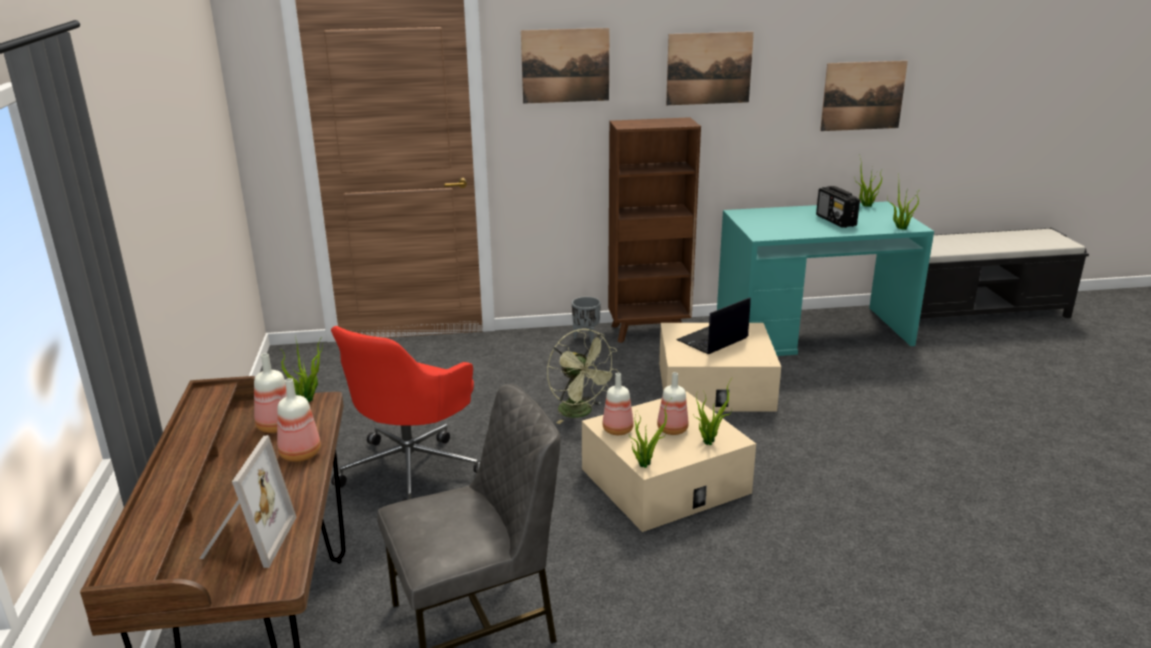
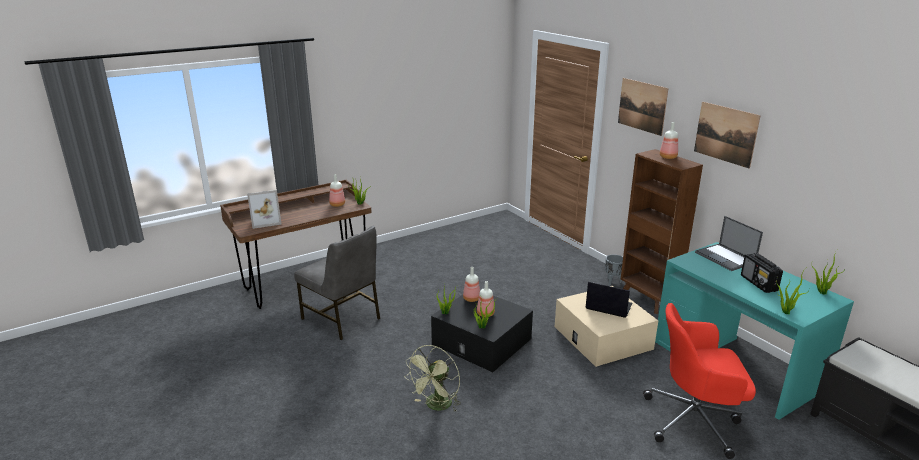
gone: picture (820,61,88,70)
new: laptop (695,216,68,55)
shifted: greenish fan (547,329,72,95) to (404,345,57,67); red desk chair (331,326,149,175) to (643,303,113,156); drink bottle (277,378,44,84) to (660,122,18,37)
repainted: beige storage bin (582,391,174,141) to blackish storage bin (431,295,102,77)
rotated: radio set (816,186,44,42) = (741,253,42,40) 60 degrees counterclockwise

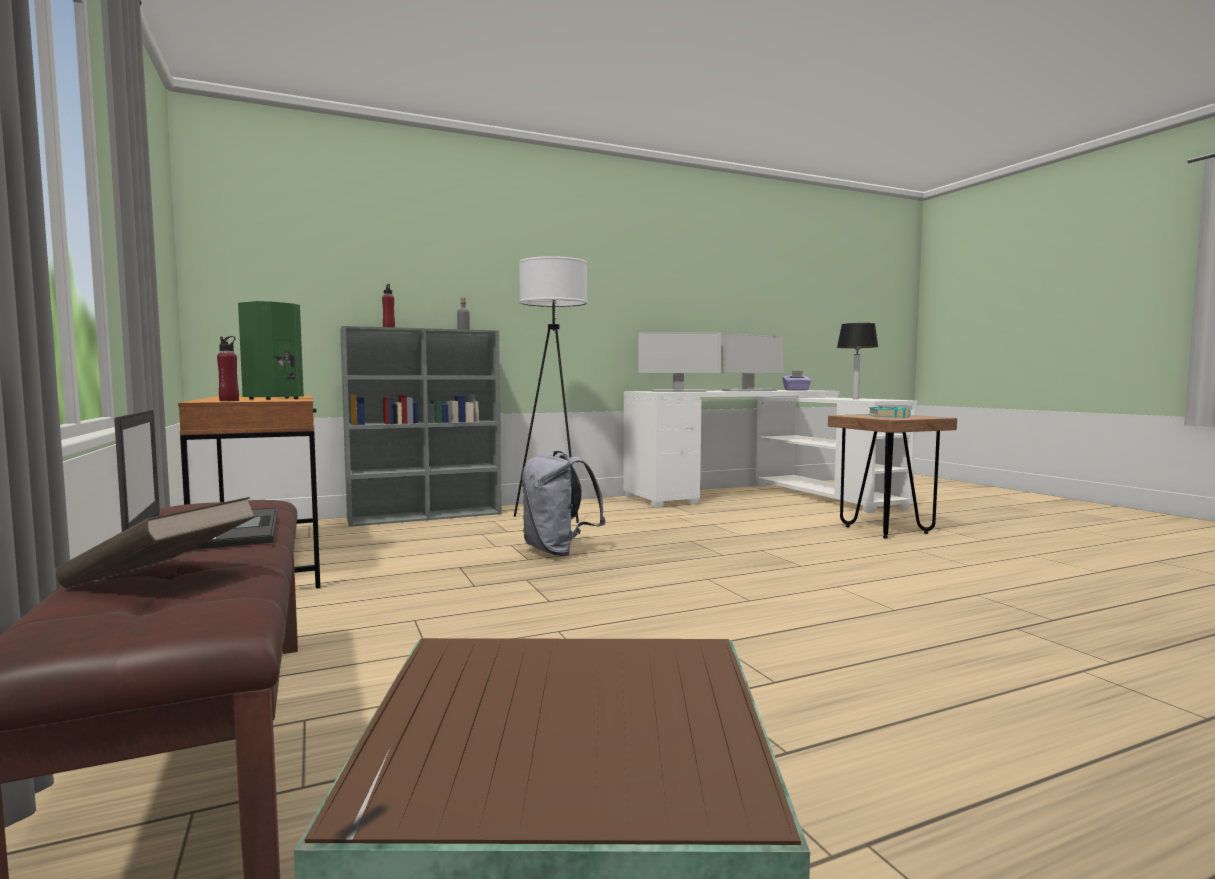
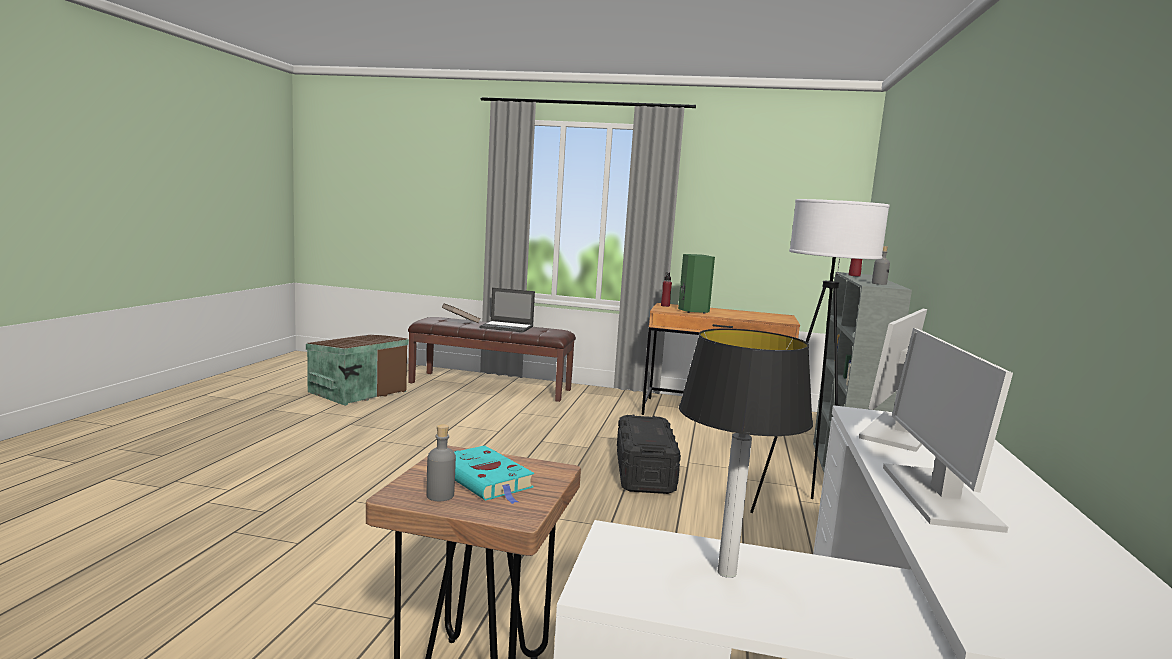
gone: purplish tissue box (782,371,29,20)
new: gray drink bottle (426,424,30,77)
swapped: gray knapsack (521,451,85,105) to blackish storage bin (617,414,64,80)

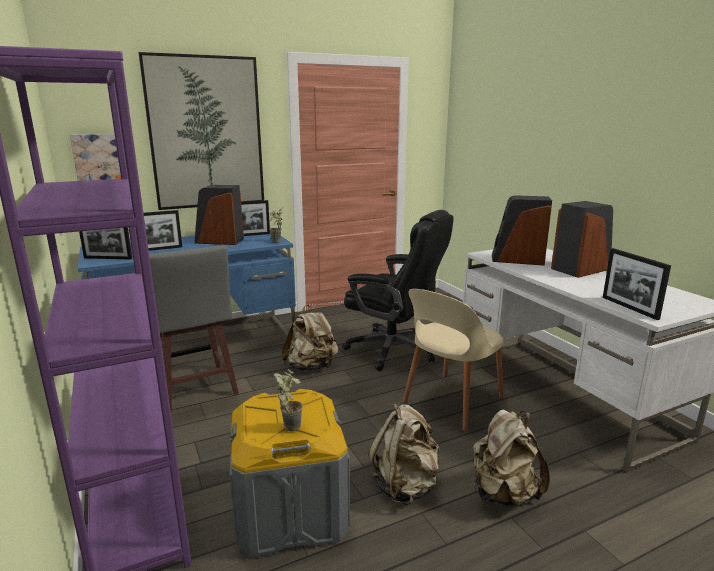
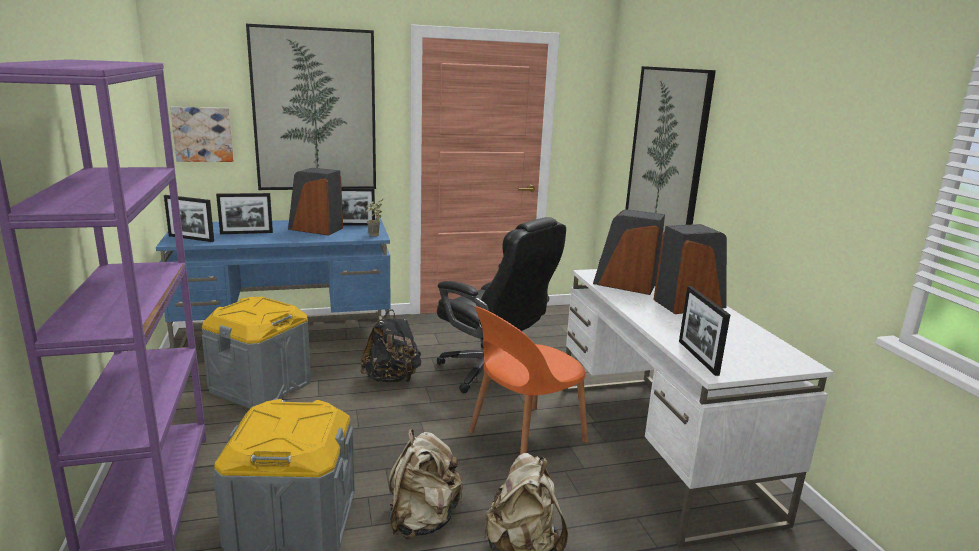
gone: houseplant (274,369,29,62)
new: picture (626,66,90,167)
swapped: gray stool seat (149,245,90,167) to gray storage bin (202,297,109,112)
repainted: beige knapsack (282,305,57,66) to blackish knapsack (360,309,62,74); beige upright chair (402,289,102,142) to orange-coloured upright chair (469,306,119,149)

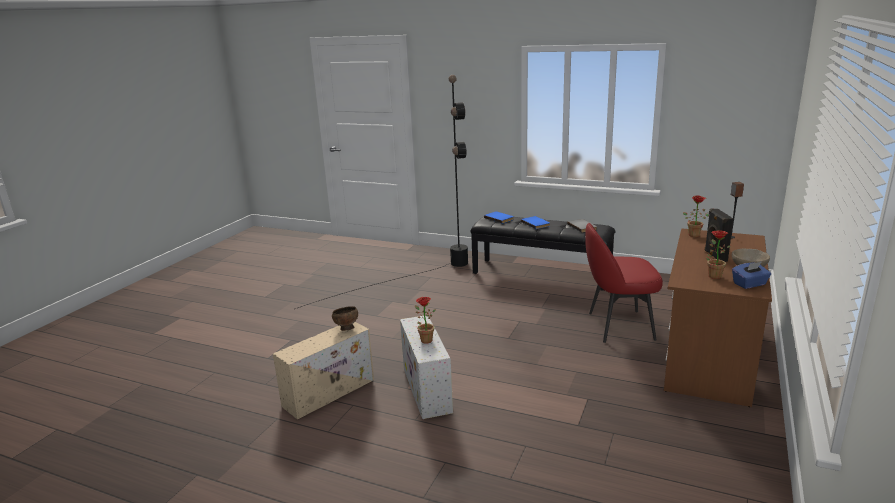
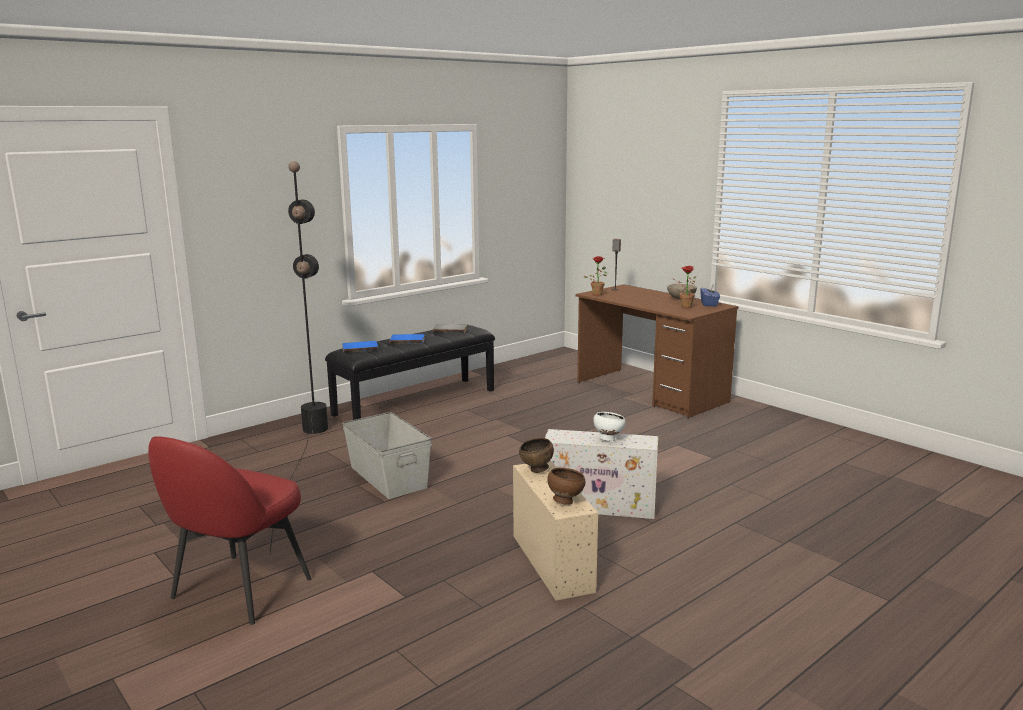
gone: blackish loudspeaker (705,208,28,54)
new: gray storage bin (342,412,90,87); brown-coloured bowl (547,467,38,38)
shifted: red upright chair (585,223,78,120) to (148,436,163,189)
swapped: houseplant (415,297,21,47) to white bowl (593,412,33,29)

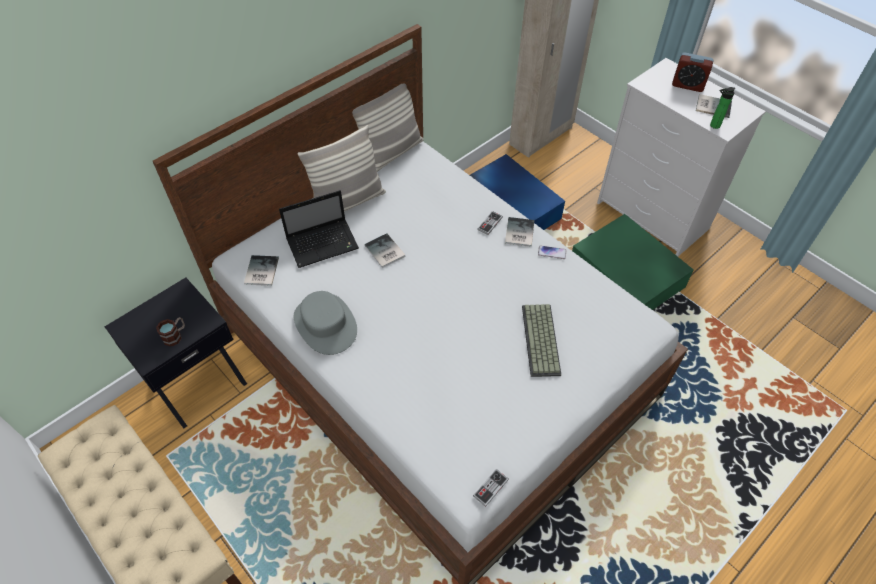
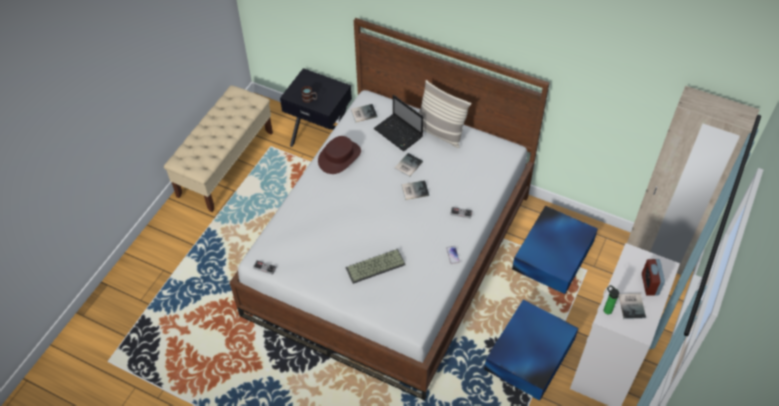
gone: cushion (352,83,72,89)
shifted: book (505,217,29,30) to (401,180,28,20)
repainted: gray clothing hat (294,291,63,64) to brown-coloured clothing hat (318,136,43,38); greenish storage bin (572,214,122,96) to blue-coloured storage bin (484,300,95,101)

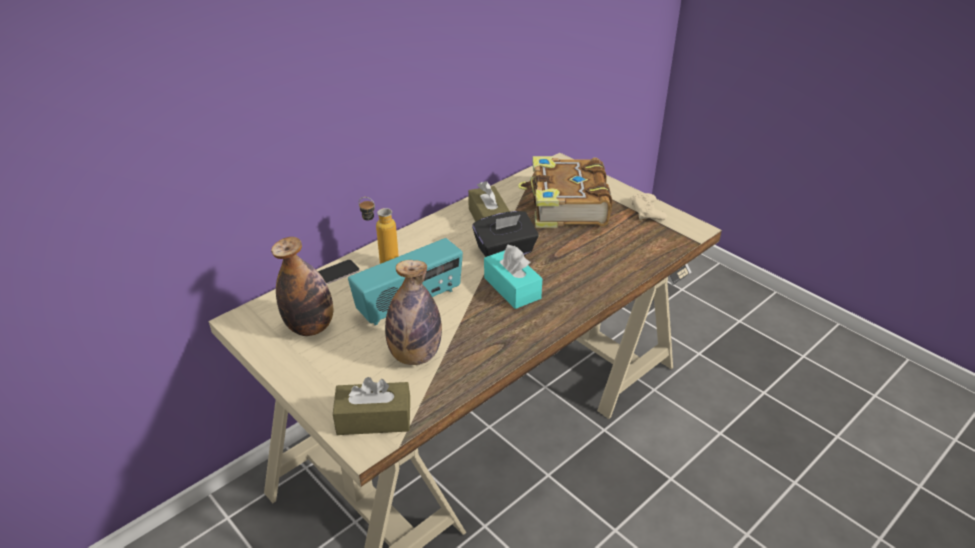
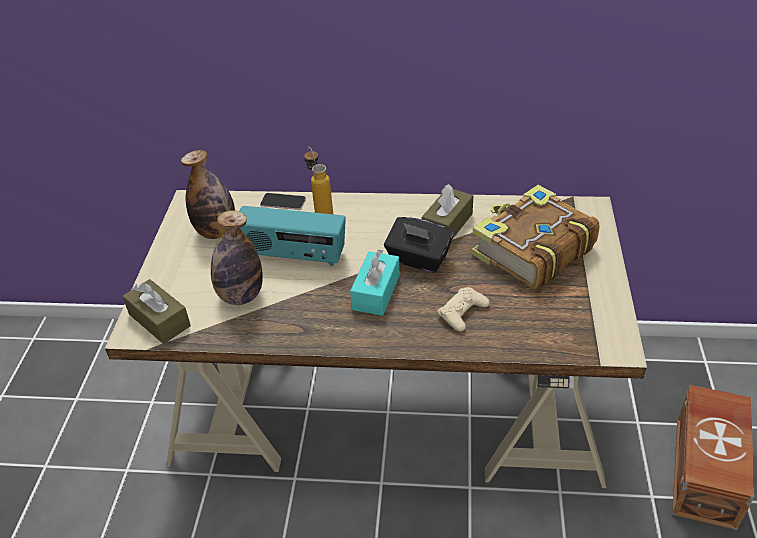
new: brown-coloured storage bin (672,385,82,145)
shifted: beige game controller (630,192,37,28) to (437,287,53,45)

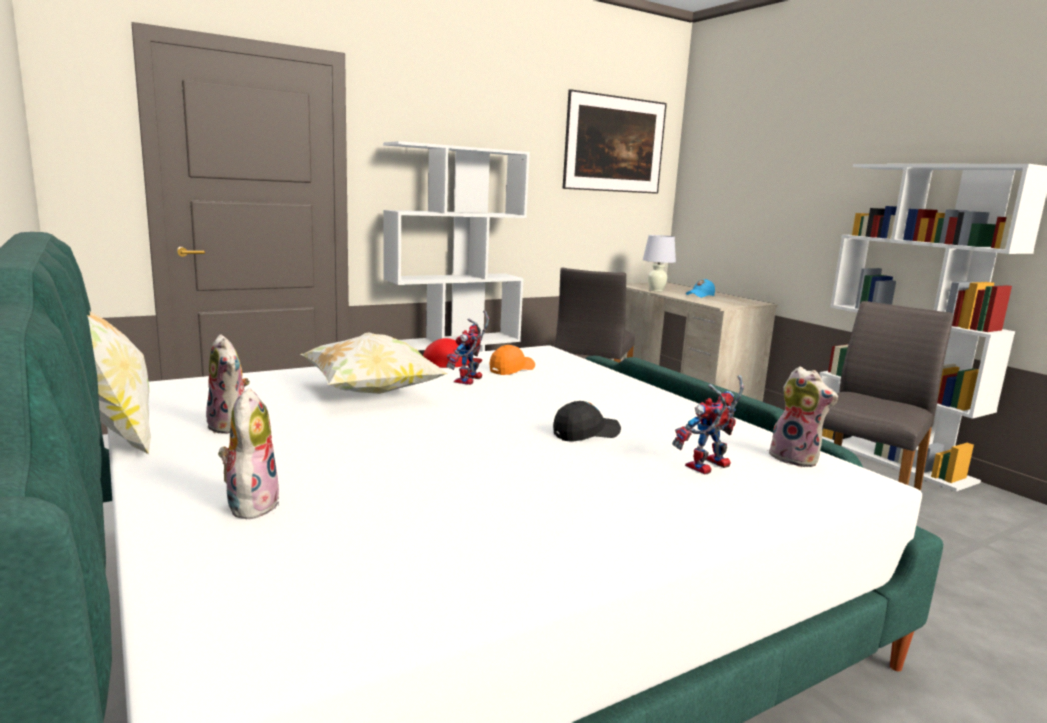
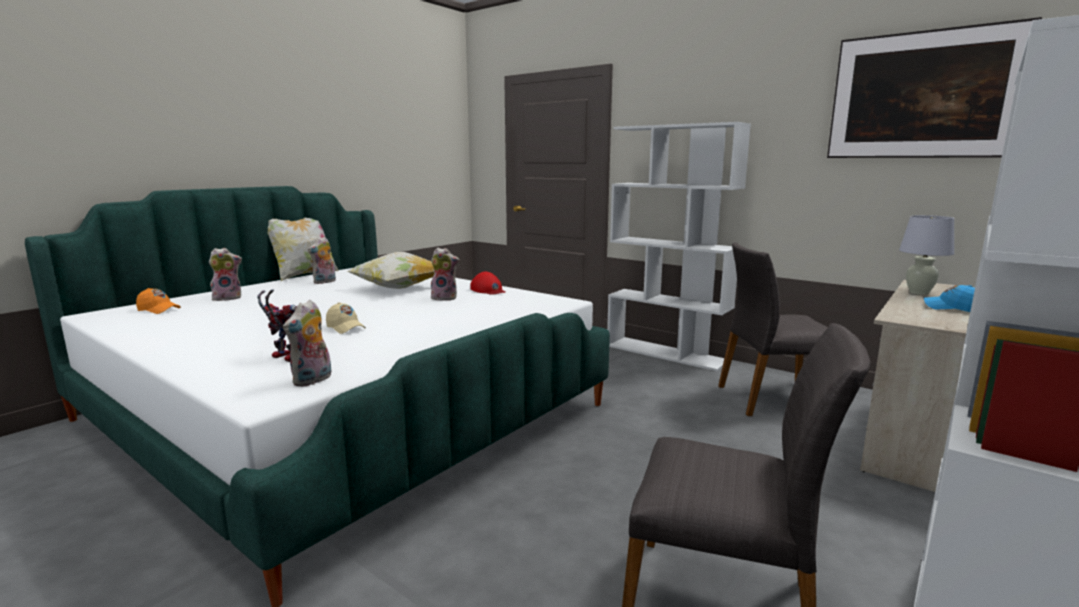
shifted: orange-coloured cap (489,345,46,30) to (136,288,45,26)
swapped: toy robot (446,311,43,74) to plush toy (431,248,29,53)
repainted: blackish cap (553,401,68,41) to beige cap (326,302,40,32)

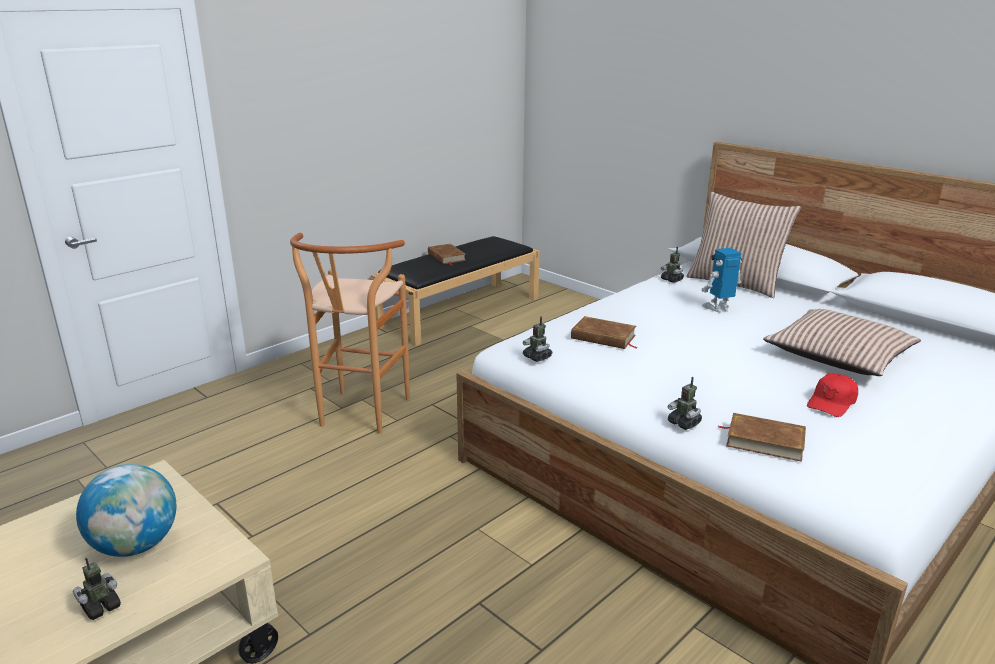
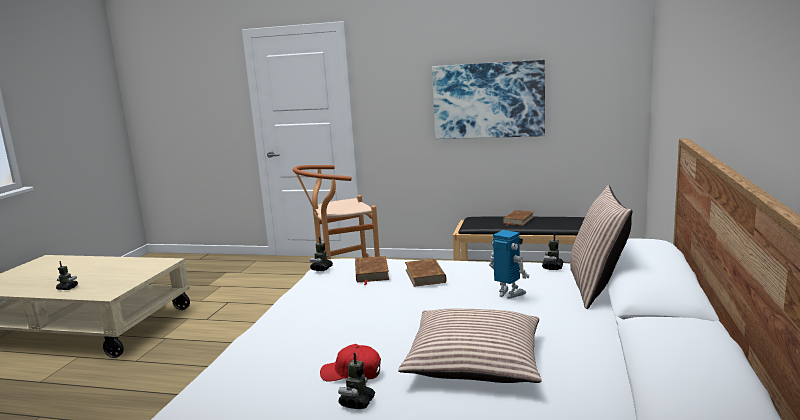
gone: world globe (76,464,100,93)
new: picture (432,60,113,79)
shifted: toy robot (668,377,34,53) to (338,353,37,56); brown-coloured book (719,413,87,49) to (405,259,41,28)

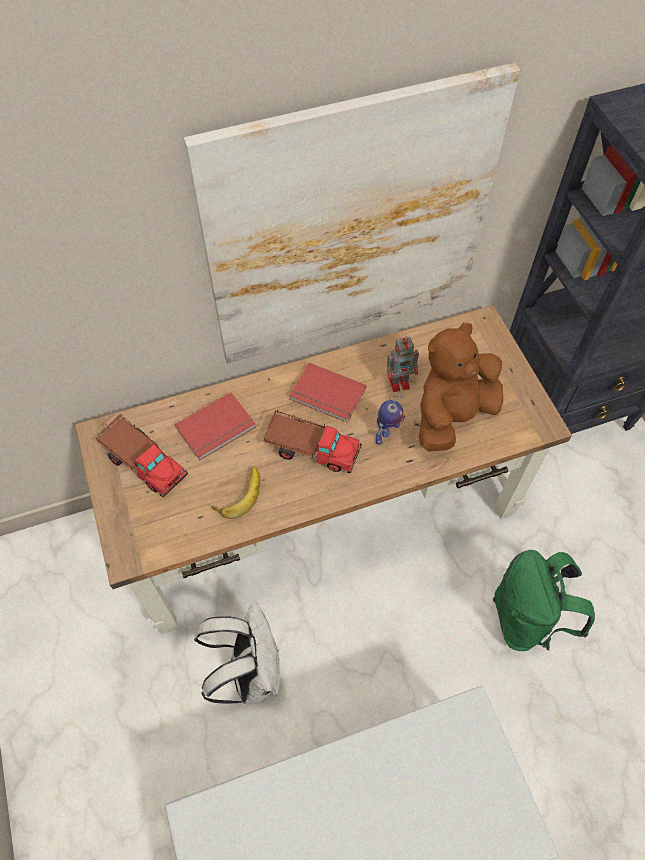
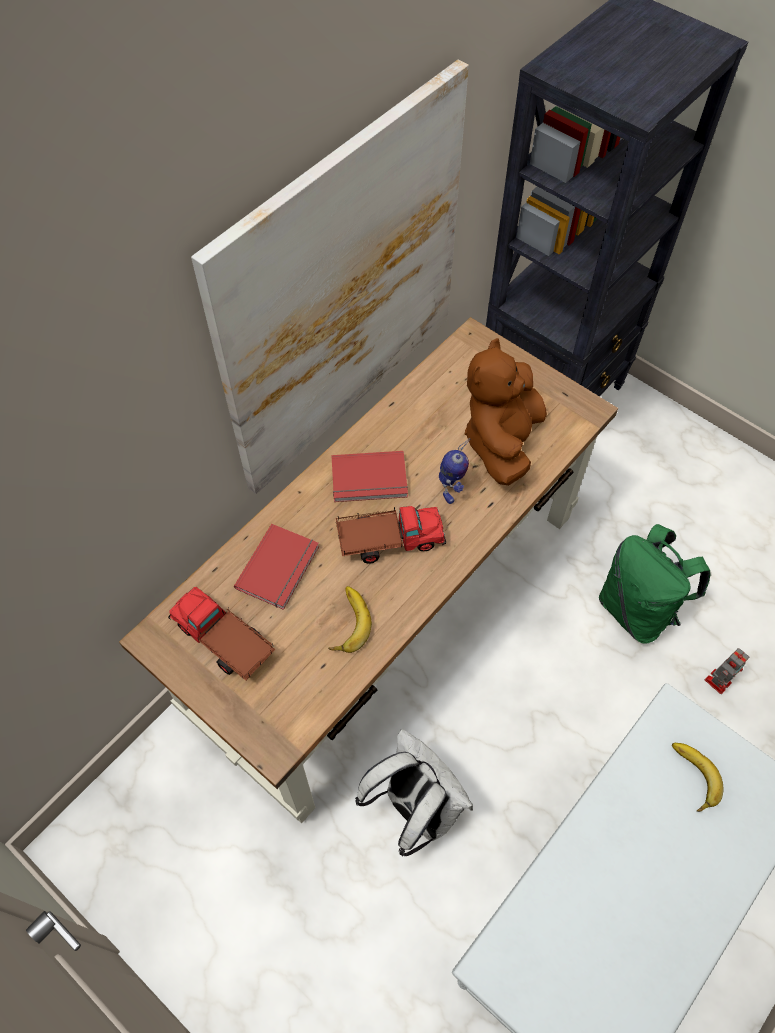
new: banana fruit (672,743,51,69)
shifted: toy robot (387,336,32,56) to (705,648,44,46)
rotated: toy truck (95,414,93,83) = (168,587,107,94) 150 degrees counterclockwise

